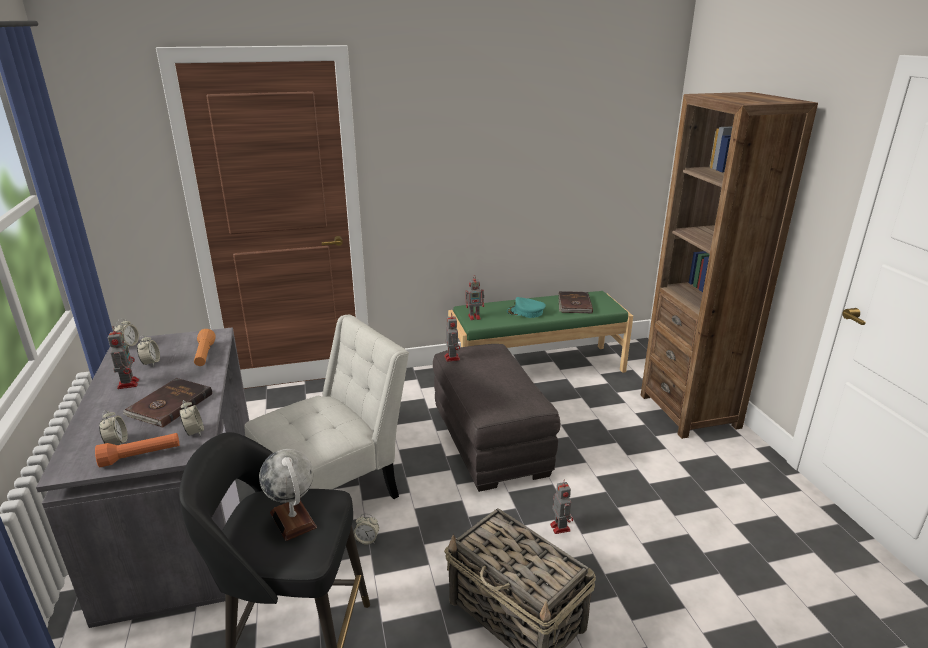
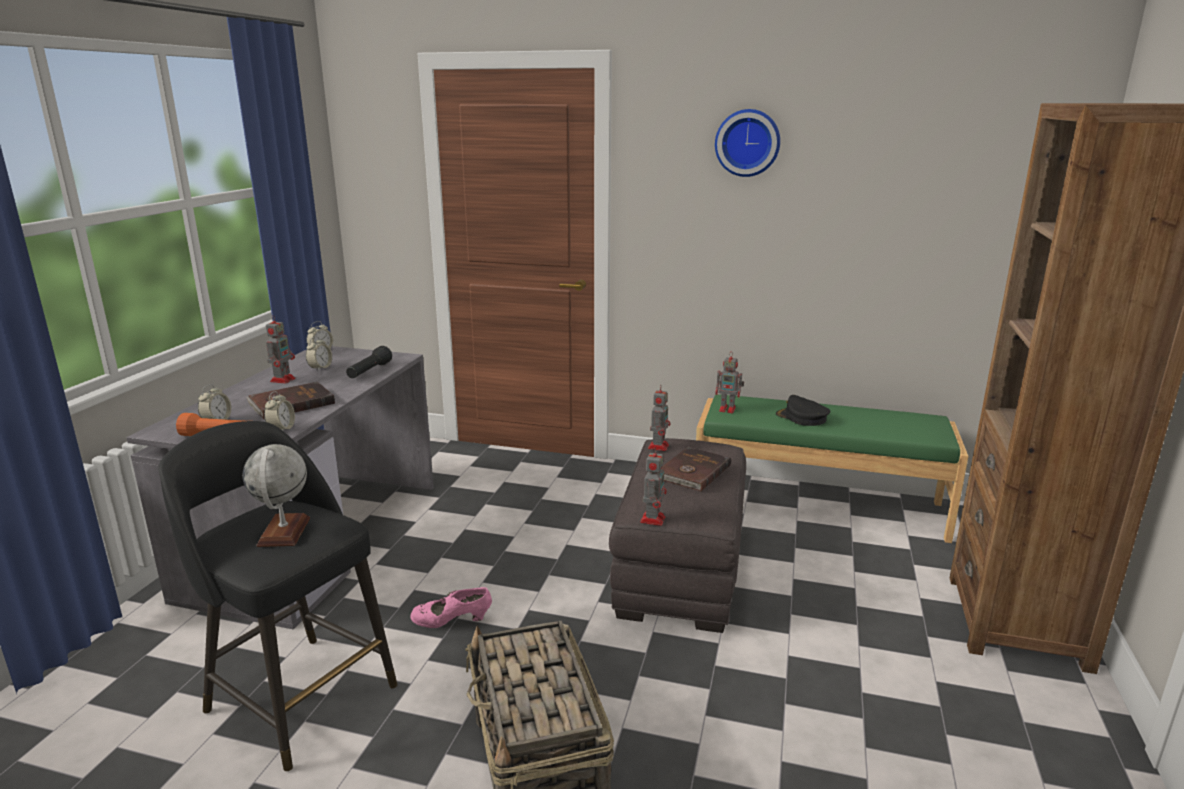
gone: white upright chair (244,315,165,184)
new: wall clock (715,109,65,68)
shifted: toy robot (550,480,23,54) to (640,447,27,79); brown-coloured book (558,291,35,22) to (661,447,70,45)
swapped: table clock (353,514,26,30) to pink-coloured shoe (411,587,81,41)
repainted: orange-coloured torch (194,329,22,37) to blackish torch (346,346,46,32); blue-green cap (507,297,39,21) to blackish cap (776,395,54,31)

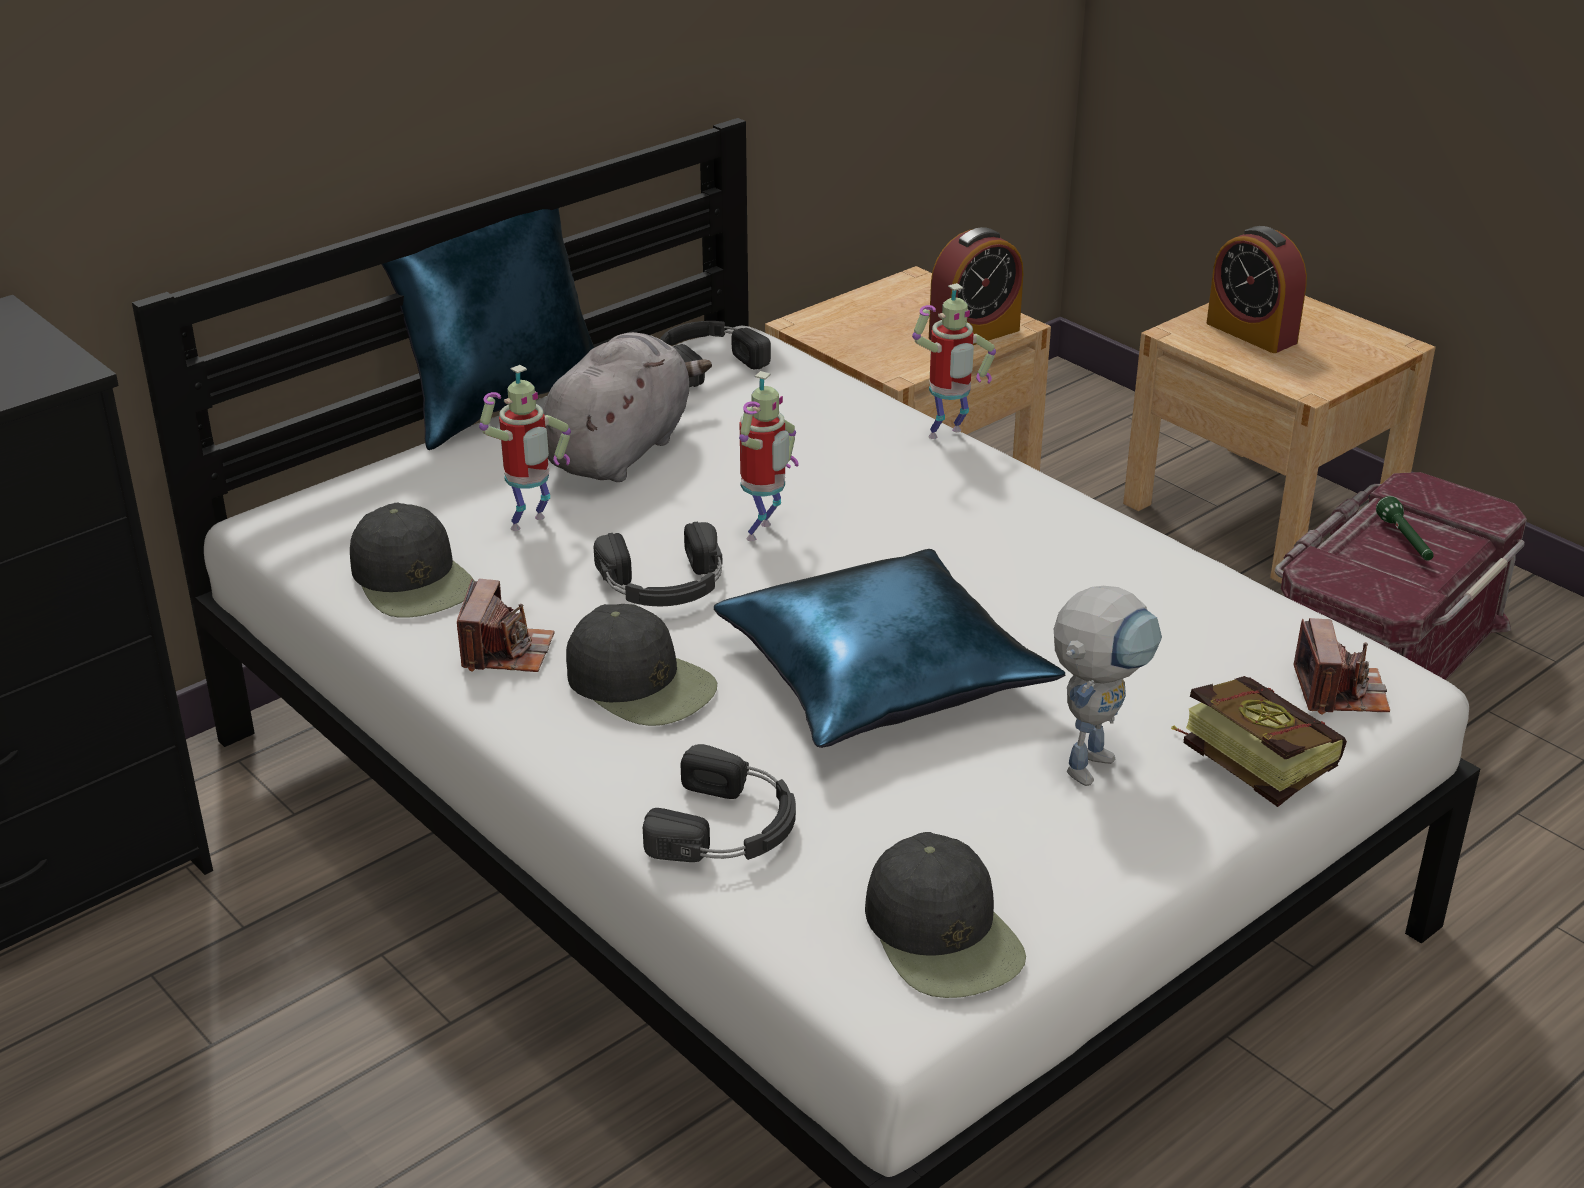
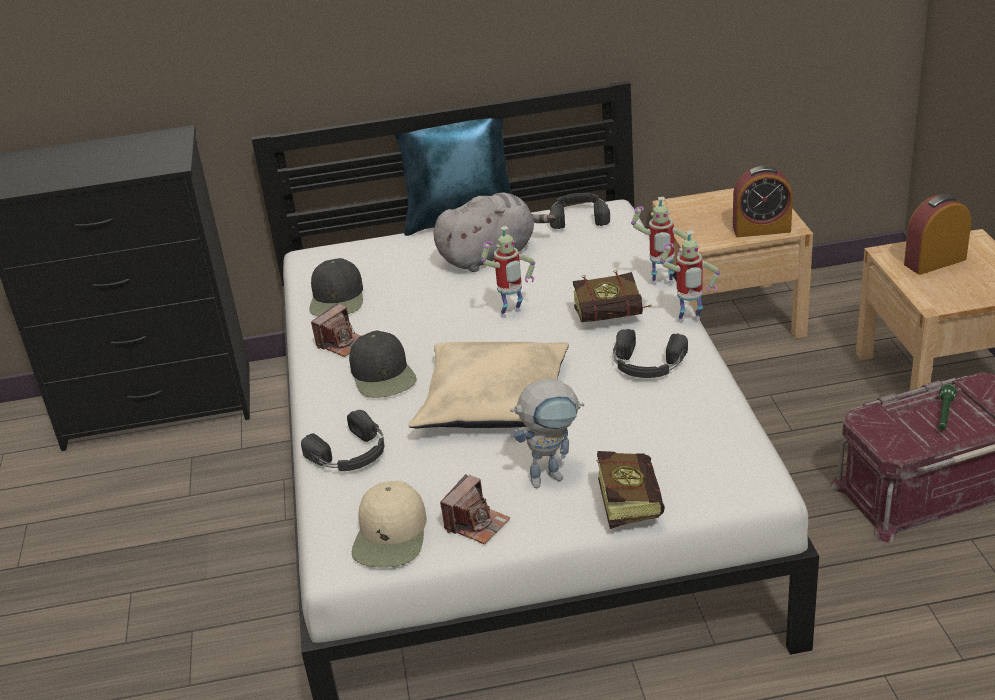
new: book (573,271,78,51)
shifted: still camera (1293,618,97,97) to (440,474,71,70); blackish headset (594,522,129,84) to (613,329,75,49); toy robot (479,365,92,166) to (660,230,60,93)
repainted: blackish cap (865,832,161,166) to beige cap (352,481,75,86); blue-coloured cushion (714,549,352,199) to beige cushion (408,342,161,86)
rotated: table clock (1206,226,101,127) = (904,194,67,81) 75 degrees clockwise

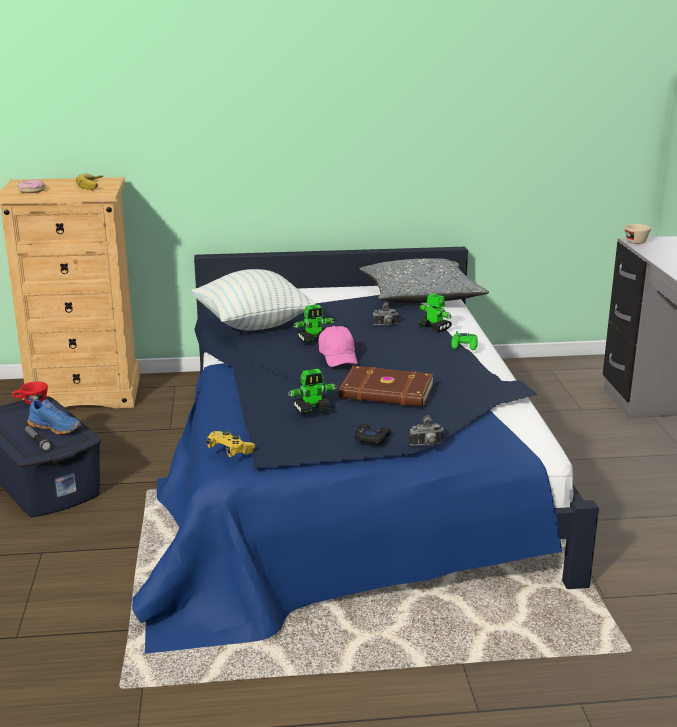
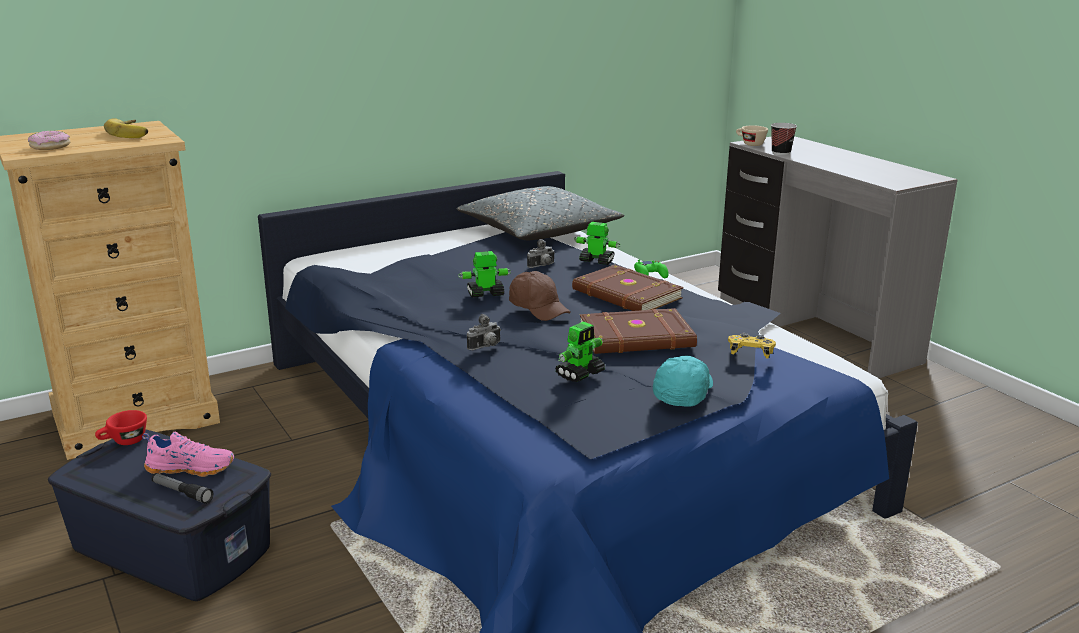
gone: cushion (191,269,125,61)
new: brown-coloured book (572,265,111,46); cup (771,123,26,32)
shifted: still camera (410,415,34,31) to (467,314,34,36); yellow game controller (206,431,49,26) to (728,333,48,25)
swapped: blackish game controller (355,423,36,21) to blue-green cap (653,356,60,51)
repainted: blue-coloured shoe (28,397,53,37) to pink-coloured shoe (142,432,92,45); pink-coloured cap (318,326,40,41) to brown-coloured cap (509,271,62,50)
rotated: toy robot (293,305,42,38) = (458,251,53,47) 150 degrees counterclockwise

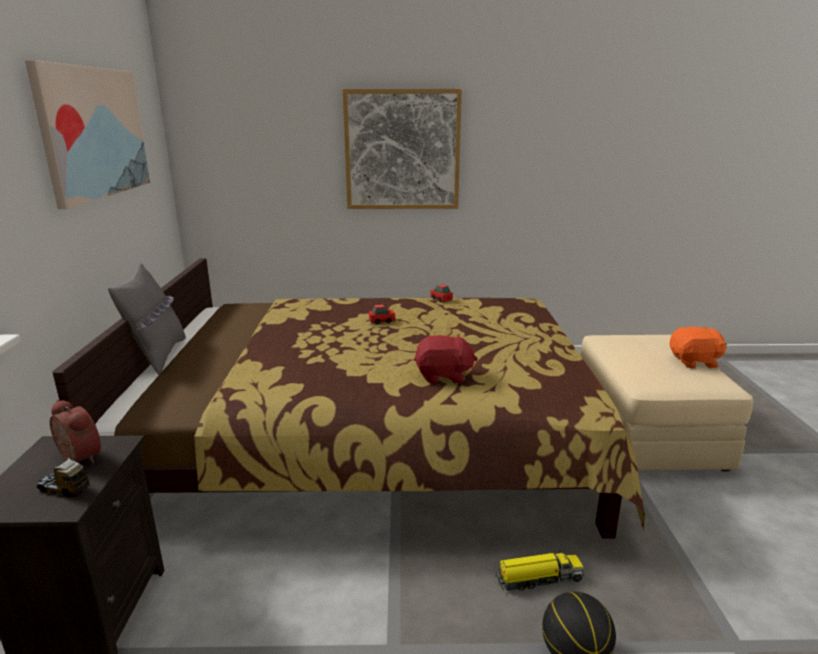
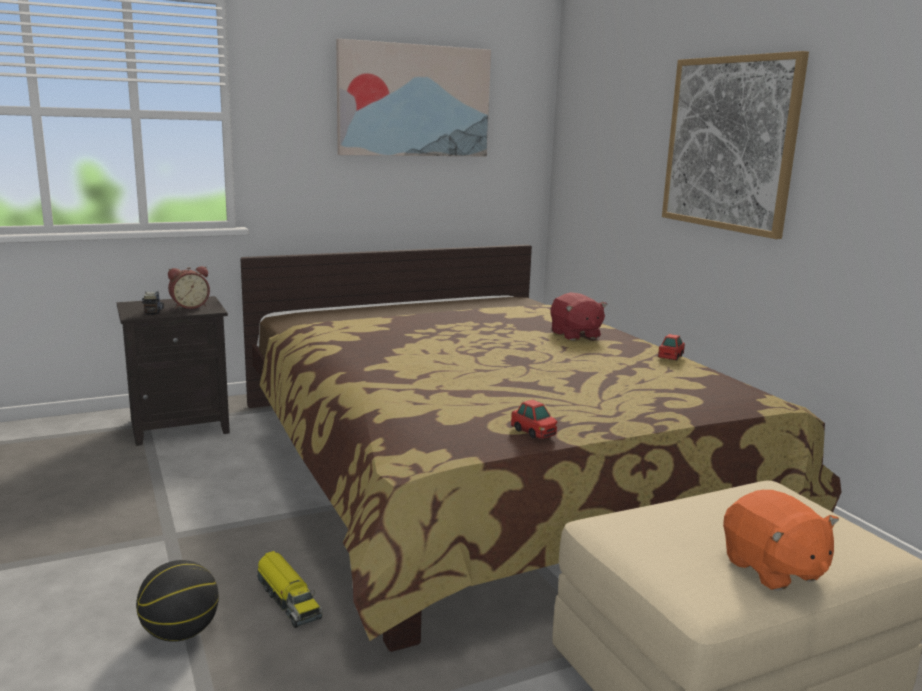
gone: gray cushion (108,263,78,112)
shifted: miniature car (369,304,26,20) to (511,399,46,40); red plush toy (414,334,64,49) to (550,292,57,49)
rotated: table clock (50,400,51,63) = (168,266,42,43) 45 degrees clockwise

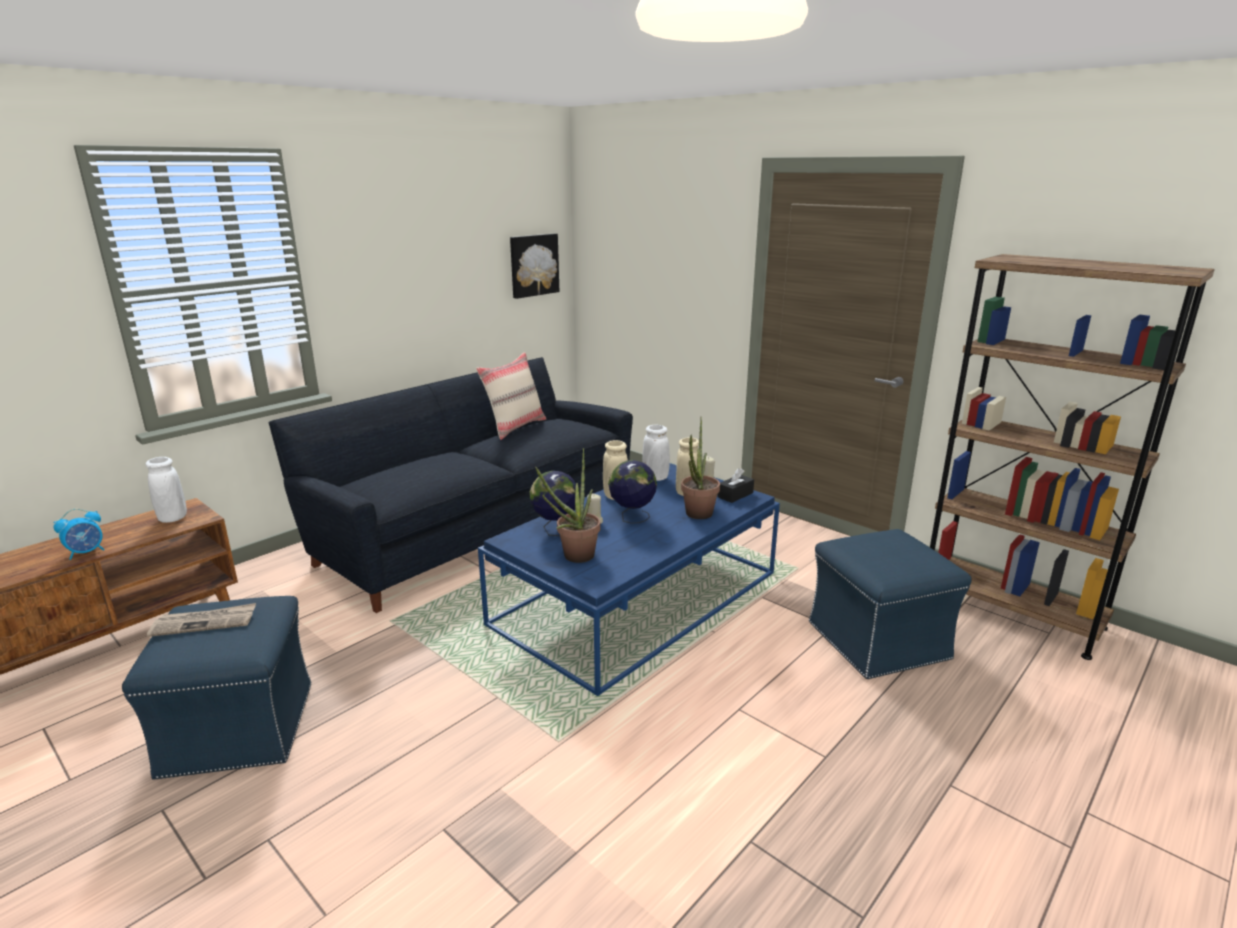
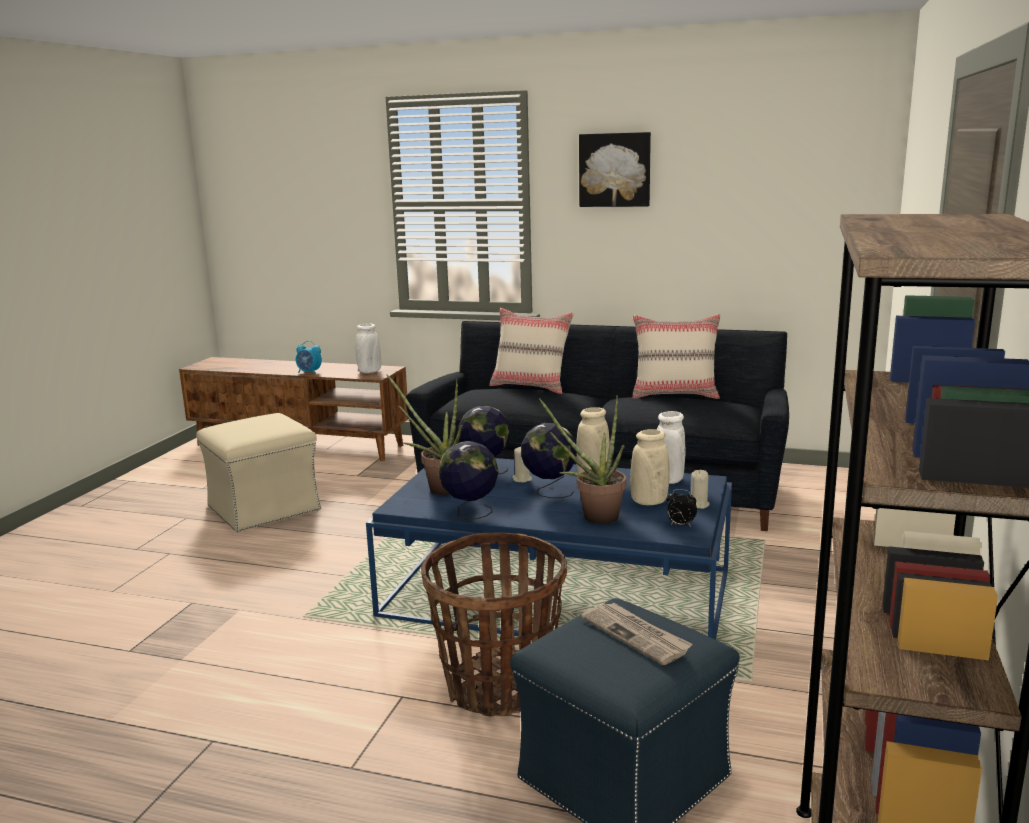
new: household basket (421,532,146,185); world globe (438,441,61,79); beige cushion (489,308,85,86)
shifted: picture (510,234,49,65) to (579,132,72,75); daily paper (147,603,109,34) to (581,603,112,62)
swapped: blackish tissue box (717,468,37,35) to table clock (667,489,30,38)
repainted: blue-coloured ottoman (122,596,189,184) to beige ottoman (196,413,125,120)

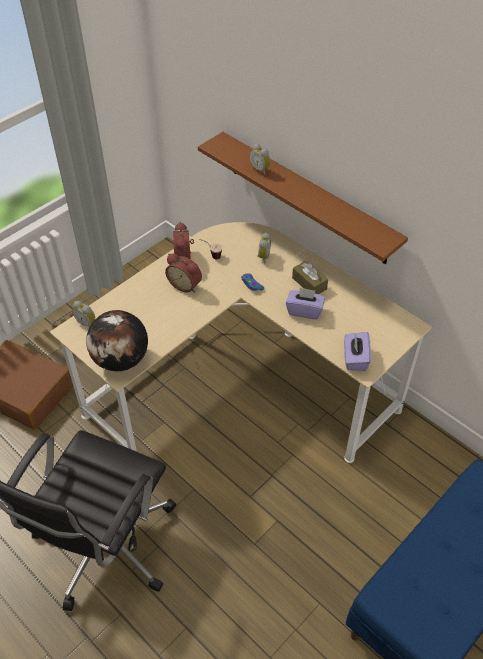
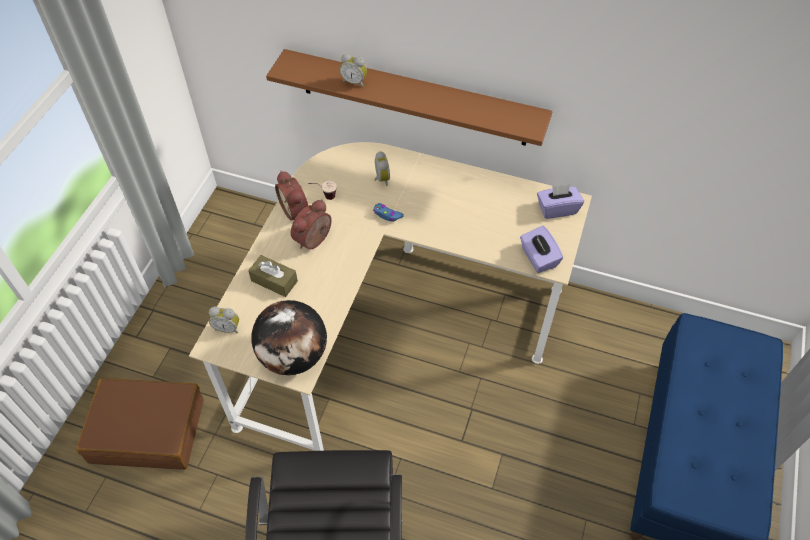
shifted: brown-coloured tissue box (292,260,36,34) to (248,255,50,42); purplish tissue box (286,287,39,33) to (537,184,47,35)
rotated: table clock (165,254,37,39) = (291,199,41,50) 120 degrees clockwise

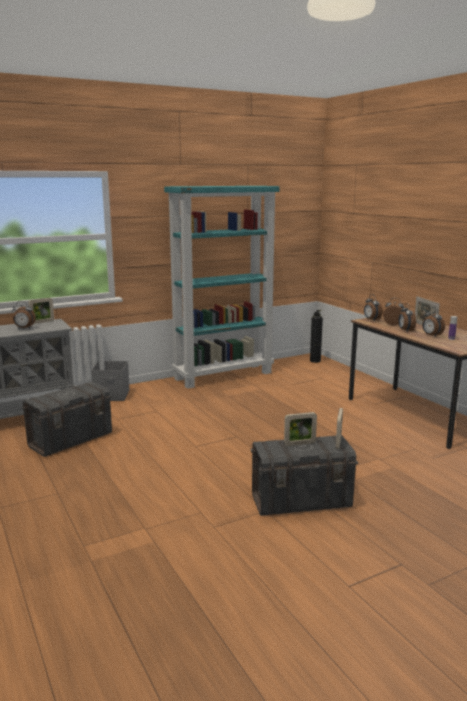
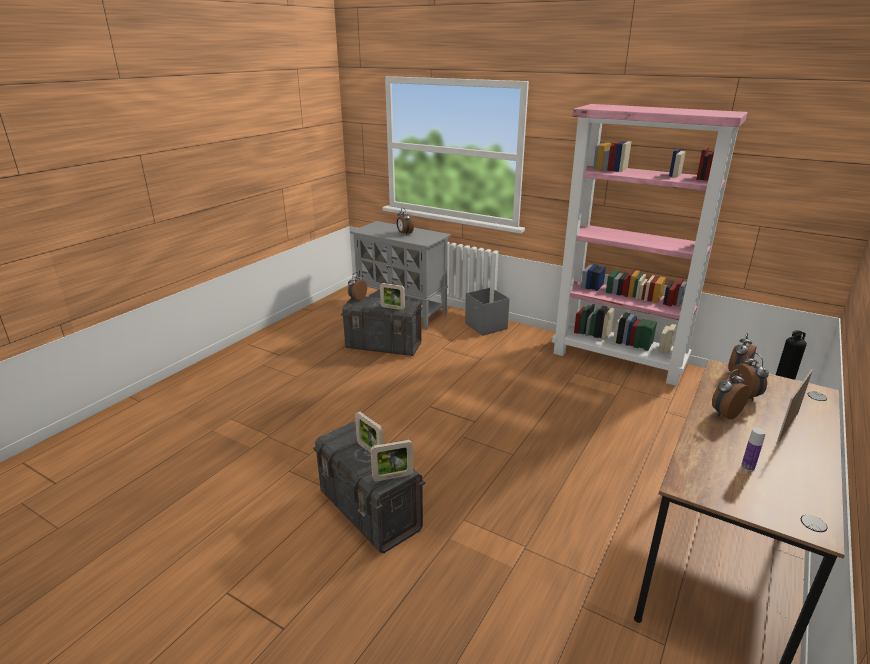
shifted: table clock (422,307,23,30) to (348,272,19,29); standing frame (28,298,26,26) to (380,283,25,27)
repainted: blue-green bookcase (164,186,116,203) to pink-coloured bookcase (552,104,196,282)

